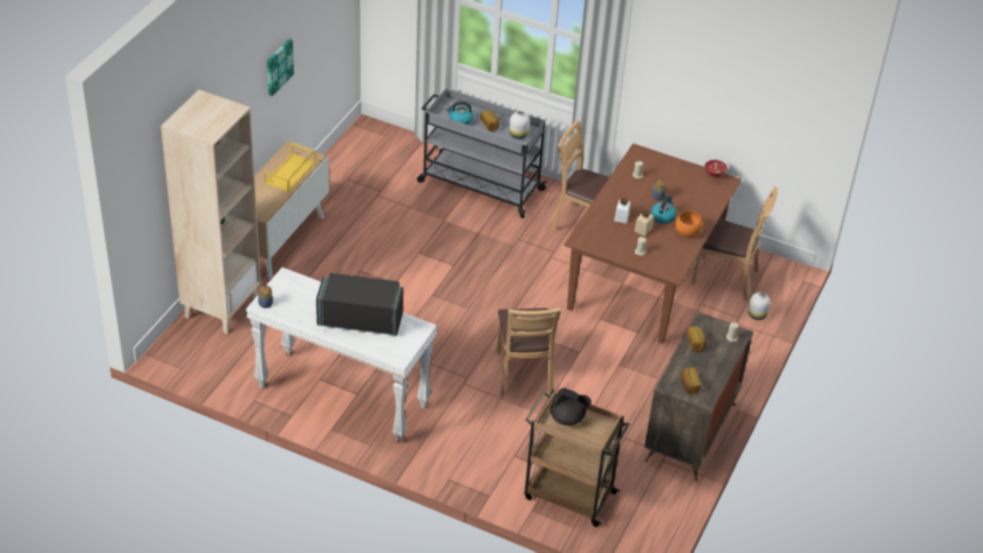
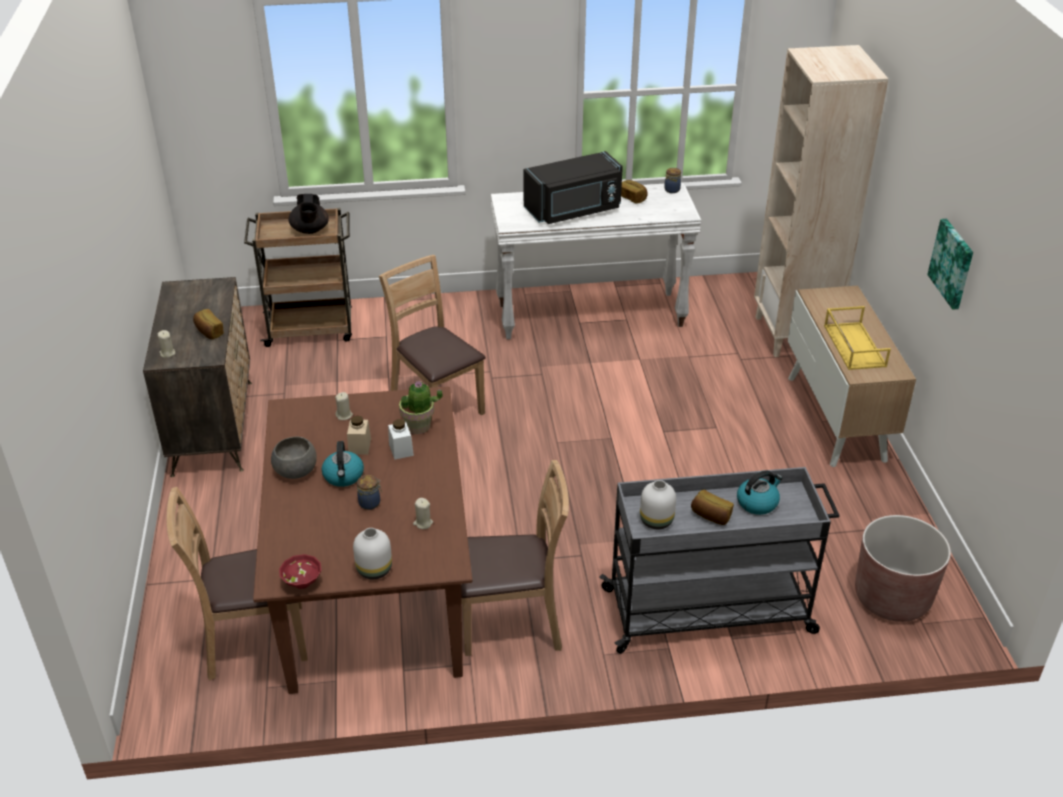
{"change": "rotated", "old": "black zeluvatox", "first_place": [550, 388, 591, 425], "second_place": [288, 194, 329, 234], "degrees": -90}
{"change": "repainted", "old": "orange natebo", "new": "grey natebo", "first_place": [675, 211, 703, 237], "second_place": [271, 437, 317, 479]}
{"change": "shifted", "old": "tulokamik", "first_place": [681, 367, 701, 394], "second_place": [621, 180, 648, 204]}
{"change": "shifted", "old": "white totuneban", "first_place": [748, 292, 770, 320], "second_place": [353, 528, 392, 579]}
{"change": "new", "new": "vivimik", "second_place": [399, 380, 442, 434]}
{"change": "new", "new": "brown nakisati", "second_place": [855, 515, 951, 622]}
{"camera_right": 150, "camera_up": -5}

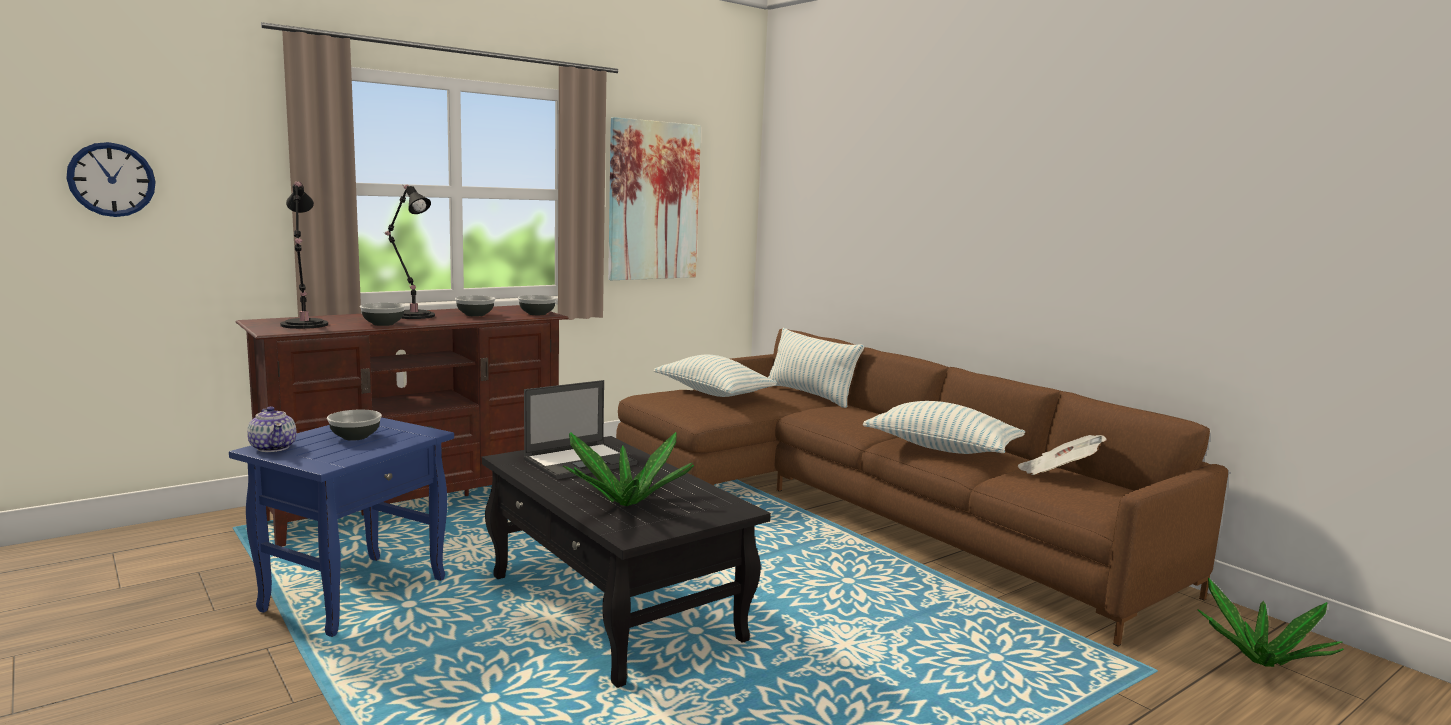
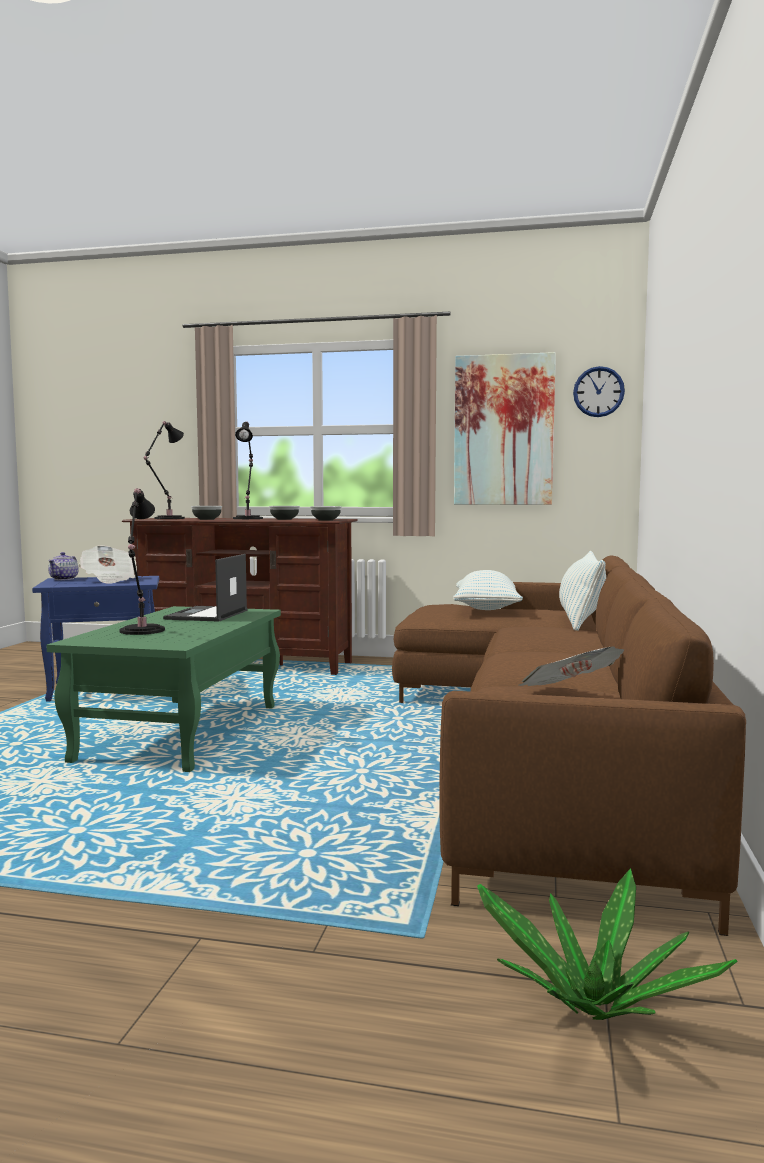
{"change": "shifted", "old": "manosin", "first_place": [66, 142, 156, 217], "second_place": [573, 366, 625, 417]}
{"change": "swapped", "old": "natebo", "new": "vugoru", "first_place": [327, 410, 382, 441], "second_place": [79, 545, 137, 583]}
{"change": "repainted", "old": "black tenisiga", "new": "green tenisiga", "first_place": [482, 436, 771, 688], "second_place": [46, 606, 281, 772]}
{"change": "rotated", "old": "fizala", "first_place": [524, 380, 637, 479], "second_place": [163, 554, 247, 622], "degrees": 90}
{"change": "swapped", "old": "vivimik", "new": "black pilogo", "first_place": [563, 432, 694, 506], "second_place": [119, 488, 165, 635]}
{"change": "gone", "old": "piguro", "first_place": [863, 401, 1025, 454]}
{"camera_right": 50, "camera_up": -5}

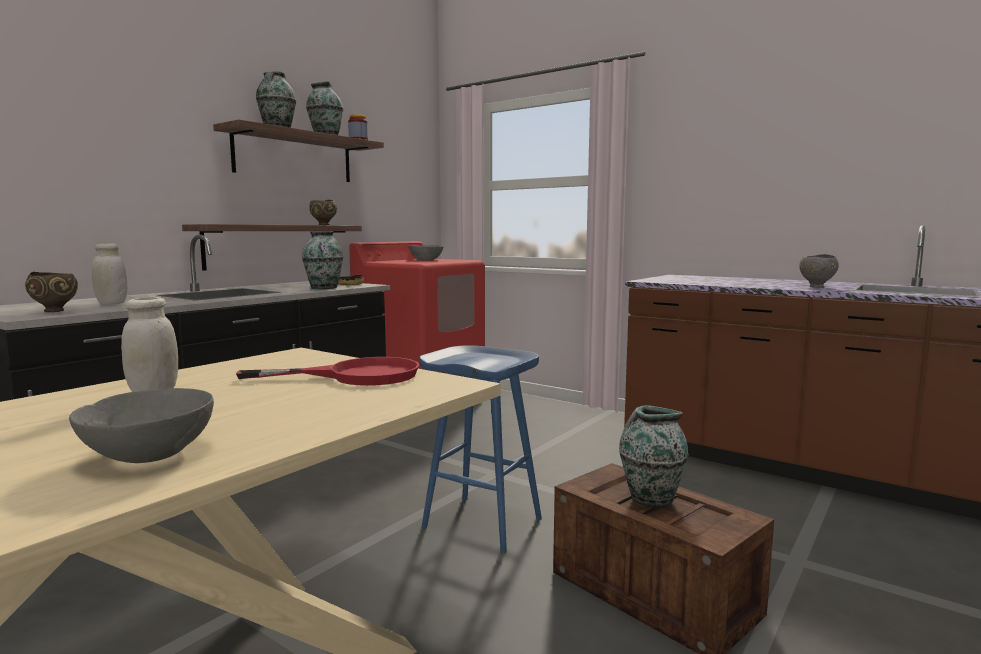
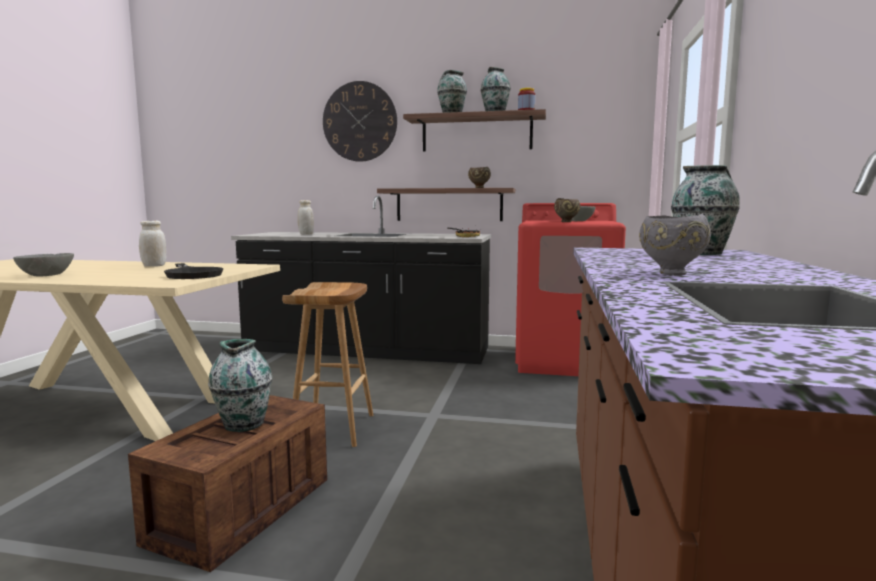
{"change": "shifted", "old": "brown natebo", "first_place": [25, 272, 78, 312], "second_place": [554, 198, 580, 222]}
{"change": "repainted", "old": "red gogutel", "new": "black gogutel", "first_place": [236, 357, 420, 385], "second_place": [164, 263, 223, 279]}
{"change": "shifted", "old": "totuneban", "first_place": [302, 231, 343, 289], "second_place": [671, 165, 740, 255]}
{"change": "repainted", "old": "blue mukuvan", "new": "brown mukuvan", "first_place": [419, 345, 542, 553], "second_place": [282, 282, 373, 447]}
{"change": "new", "new": "manosin", "second_place": [323, 81, 397, 162]}
{"camera_right": 65, "camera_up": 0}

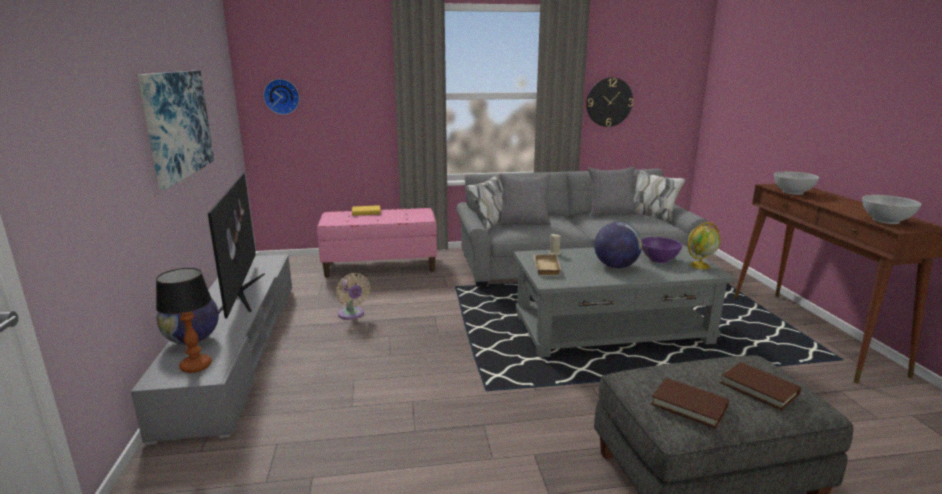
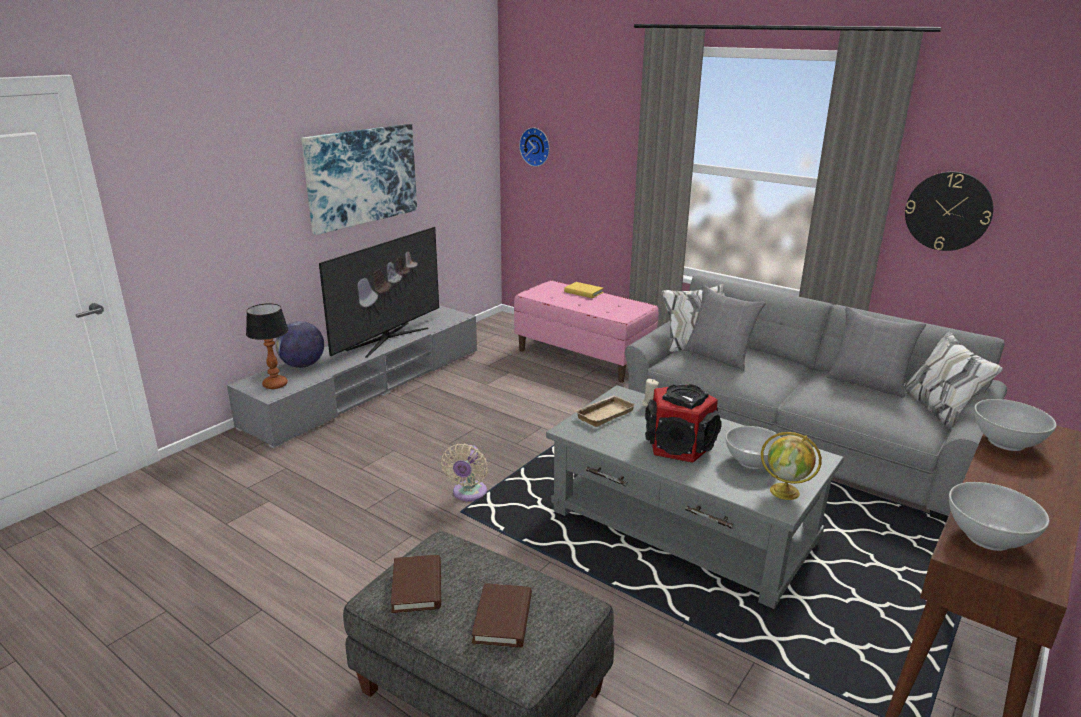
{"change": "shifted", "old": "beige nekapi", "first_place": [336, 273, 370, 320], "second_place": [441, 444, 488, 501]}
{"change": "swapped", "old": "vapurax", "new": "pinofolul", "first_place": [594, 222, 642, 268], "second_place": [645, 384, 722, 463]}
{"change": "repainted", "old": "purple natebo", "new": "white natebo", "first_place": [642, 237, 682, 263], "second_place": [725, 426, 781, 469]}
{"camera_right": 45, "camera_up": 5}

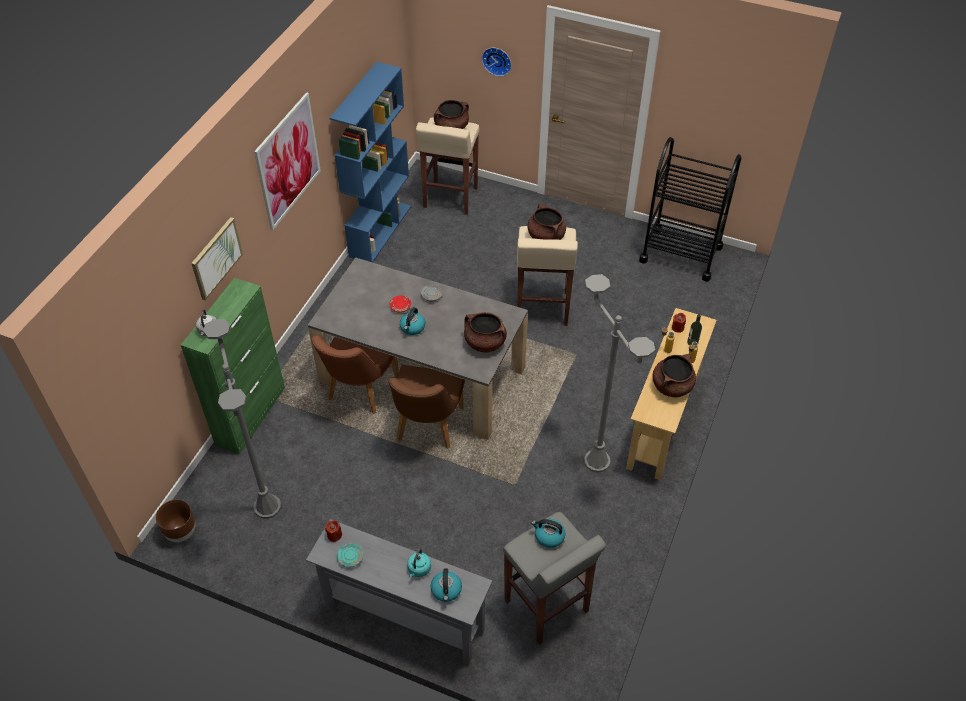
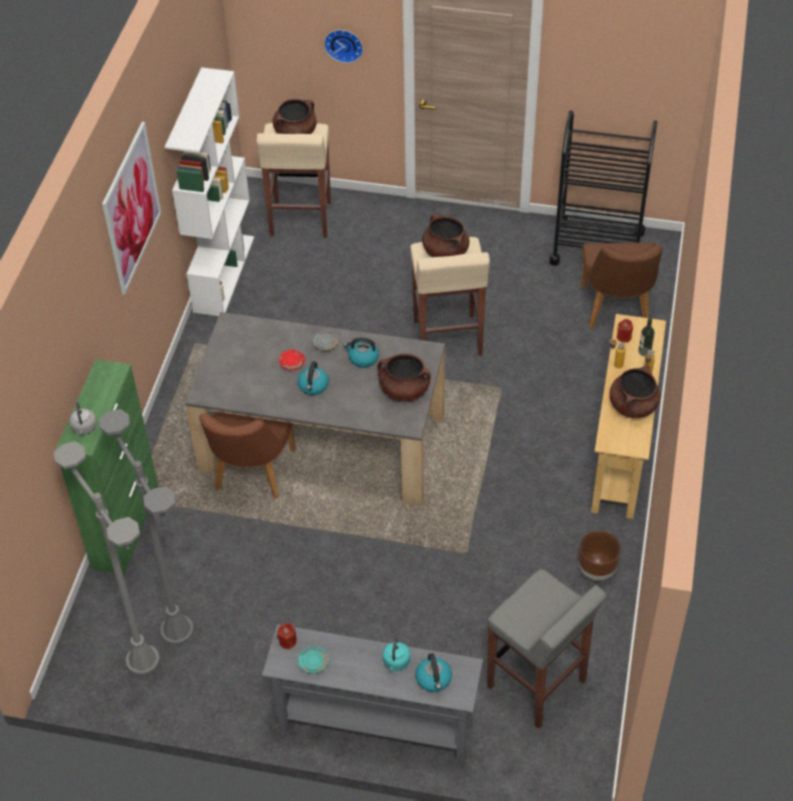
{"change": "shifted", "old": "brown nakisati", "first_place": [156, 500, 196, 542], "second_place": [578, 531, 621, 581]}
{"change": "gone", "old": "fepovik", "first_place": [191, 217, 243, 300]}
{"change": "repainted", "old": "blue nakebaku", "new": "white nakebaku", "first_place": [330, 62, 411, 263], "second_place": [165, 67, 254, 316]}
{"change": "shifted", "old": "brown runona", "first_place": [388, 365, 465, 449], "second_place": [581, 243, 663, 329]}
{"change": "shifted", "old": "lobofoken", "first_place": [531, 519, 566, 548], "second_place": [343, 337, 379, 368]}
{"change": "shifted", "old": "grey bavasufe", "first_place": [584, 274, 655, 472], "second_place": [54, 441, 160, 675]}
{"camera_right": -10, "camera_up": 0}

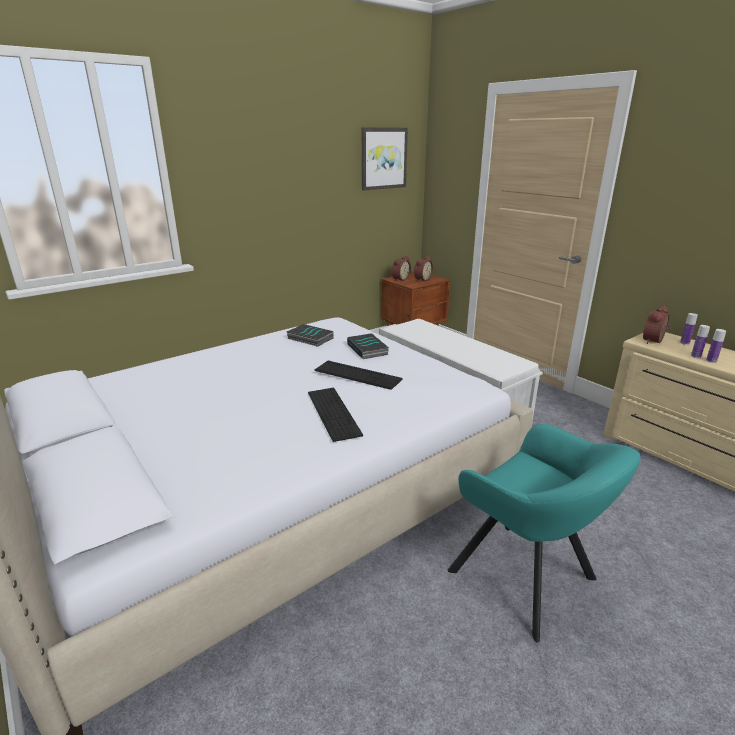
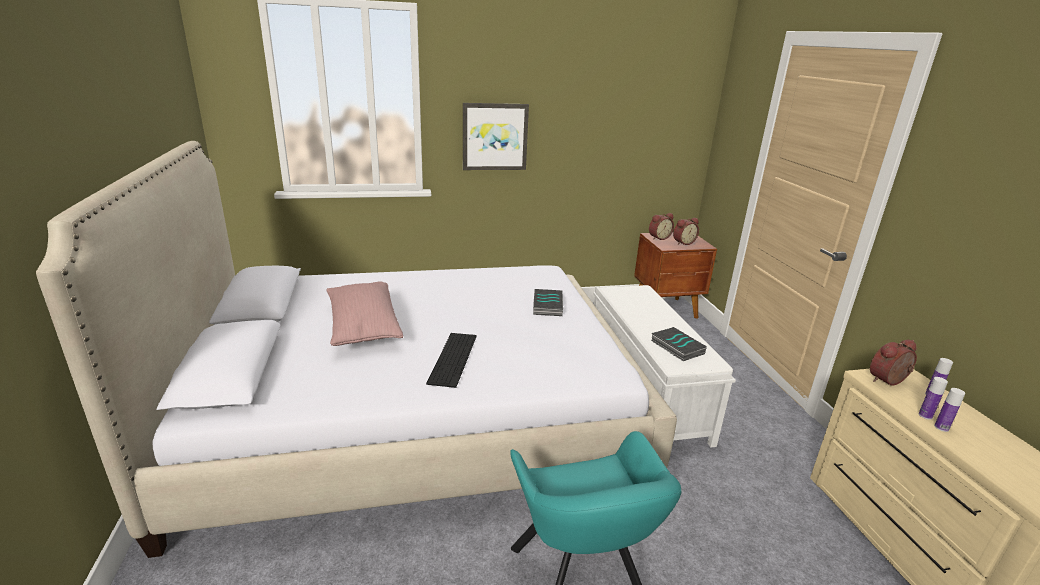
{"change": "shifted", "old": "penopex", "first_place": [286, 324, 334, 347], "second_place": [651, 327, 707, 361]}
{"change": "gone", "old": "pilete", "first_place": [315, 361, 403, 390]}
{"change": "shifted", "old": "fepovik", "first_place": [362, 127, 408, 191], "second_place": [463, 103, 529, 170]}
{"change": "new", "new": "pink piguro", "second_place": [327, 281, 403, 346]}
{"camera_right": 25, "camera_up": 0}

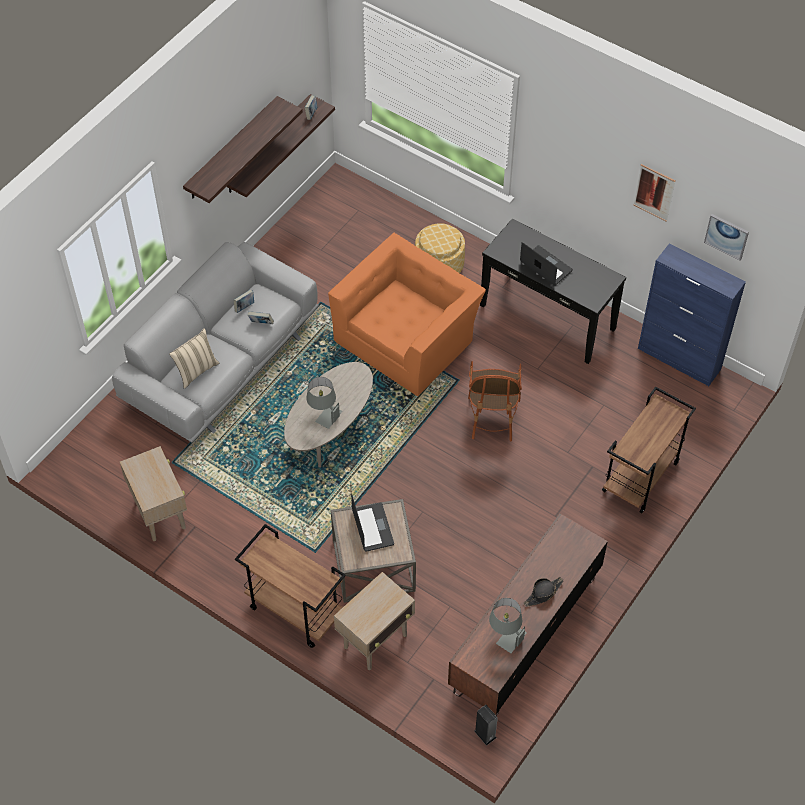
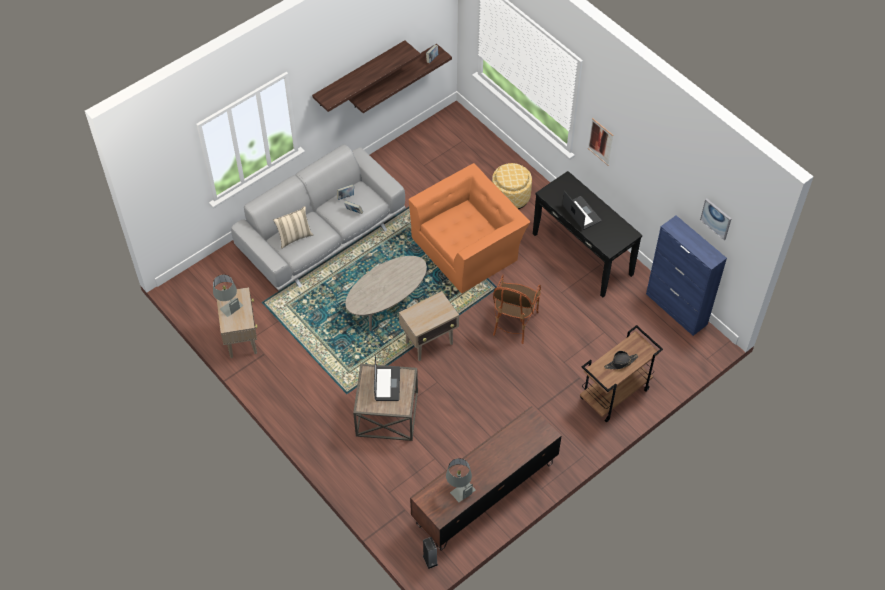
{"change": "gone", "old": "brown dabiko", "first_place": [235, 524, 346, 648]}
{"change": "shifted", "old": "grey pilogo", "first_place": [306, 377, 342, 429], "second_place": [213, 275, 244, 317]}
{"change": "shifted", "old": "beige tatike", "first_place": [334, 572, 415, 670], "second_place": [399, 291, 459, 361]}
{"change": "shifted", "old": "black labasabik", "first_place": [524, 577, 564, 606], "second_place": [604, 351, 638, 369]}
{"change": "shifted", "old": "fepovik", "first_place": [633, 164, 676, 222], "second_place": [588, 118, 614, 166]}
{"camera_right": 15, "camera_up": 0}

